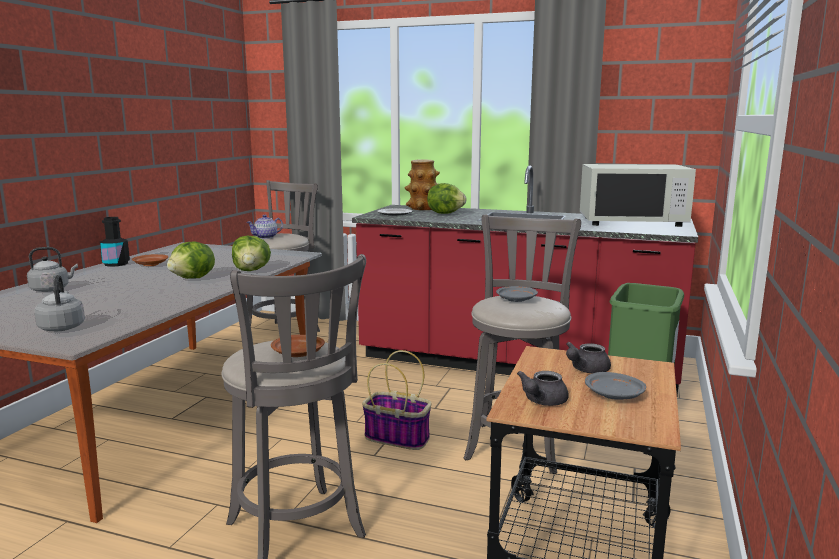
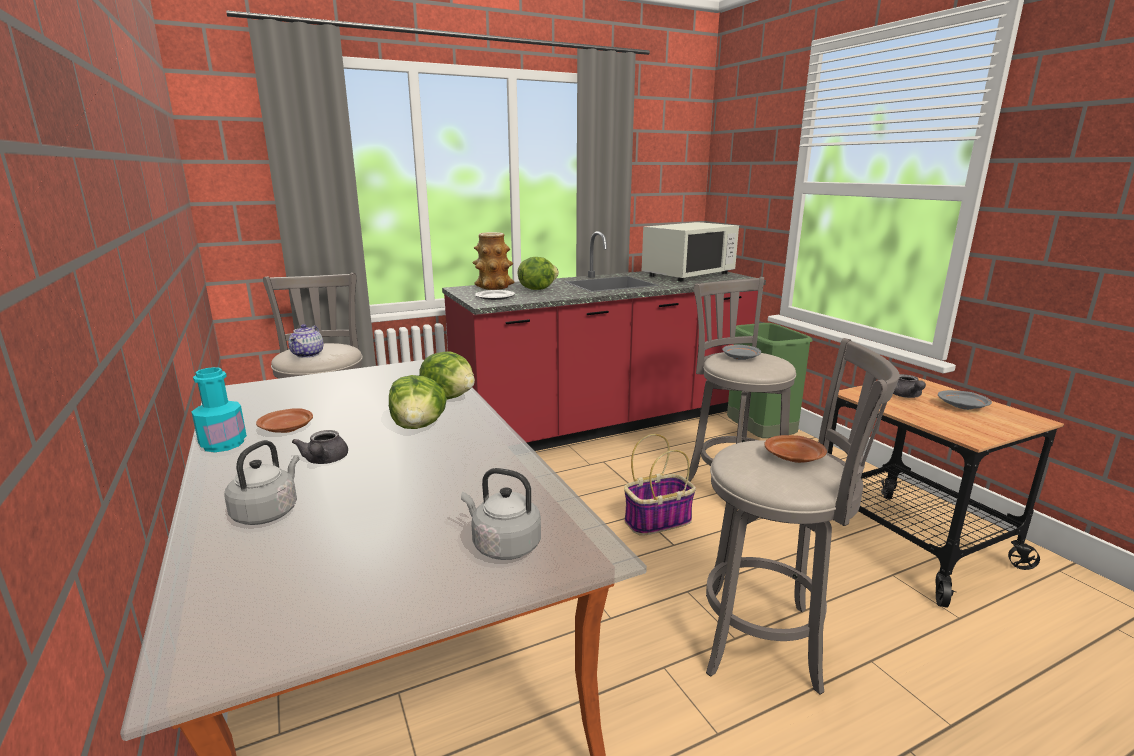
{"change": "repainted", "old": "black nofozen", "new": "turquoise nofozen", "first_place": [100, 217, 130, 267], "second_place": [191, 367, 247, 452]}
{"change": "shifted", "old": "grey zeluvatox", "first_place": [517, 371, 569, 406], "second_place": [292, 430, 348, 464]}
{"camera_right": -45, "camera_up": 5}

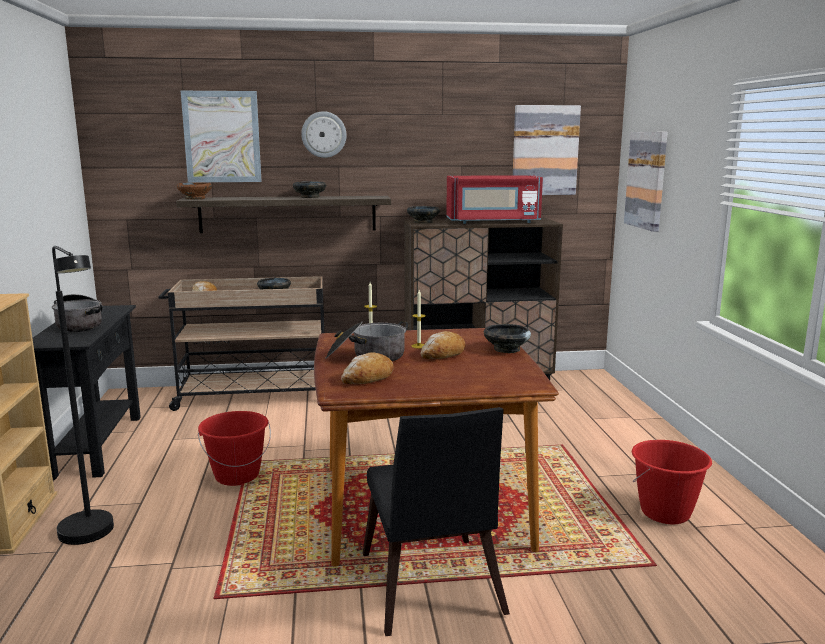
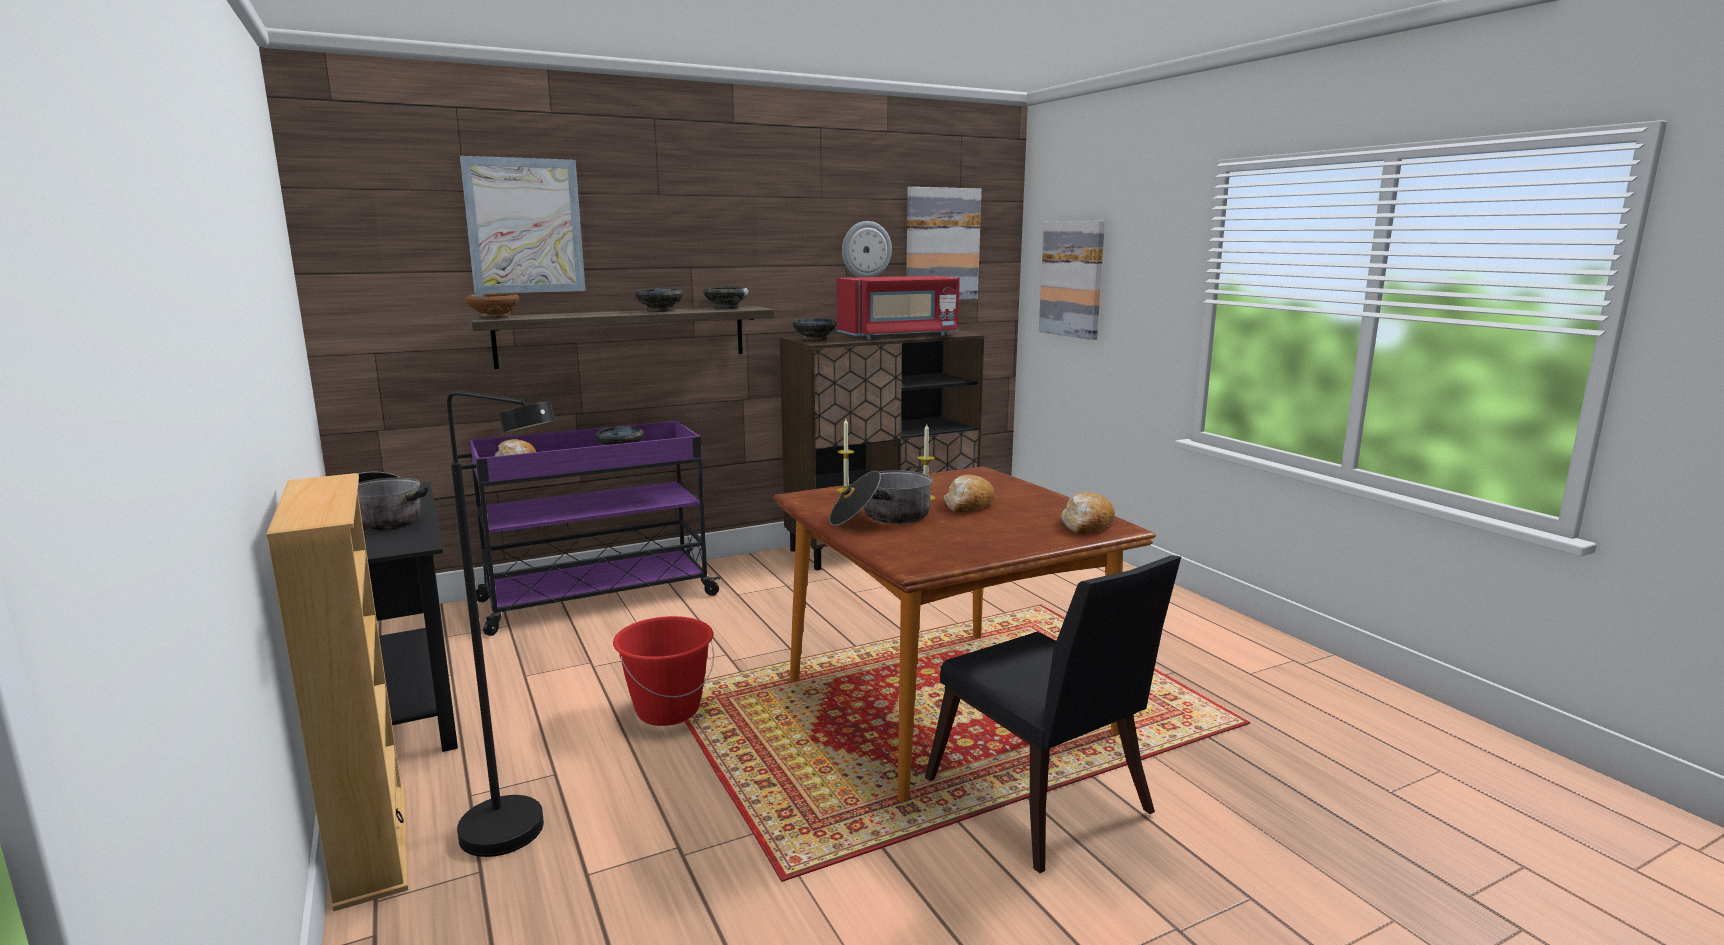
{"change": "repainted", "old": "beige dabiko", "new": "purple dabiko", "first_place": [159, 276, 324, 411], "second_place": [457, 421, 721, 636]}
{"change": "shifted", "old": "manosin", "first_place": [301, 111, 347, 158], "second_place": [842, 221, 892, 277]}
{"change": "shifted", "old": "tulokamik", "first_place": [341, 352, 394, 385], "second_place": [1061, 492, 1115, 533]}
{"change": "shifted", "old": "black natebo", "first_place": [484, 324, 531, 353], "second_place": [703, 287, 749, 309]}
{"change": "gone", "old": "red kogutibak", "first_place": [632, 440, 712, 524]}
{"camera_right": -20, "camera_up": 0}

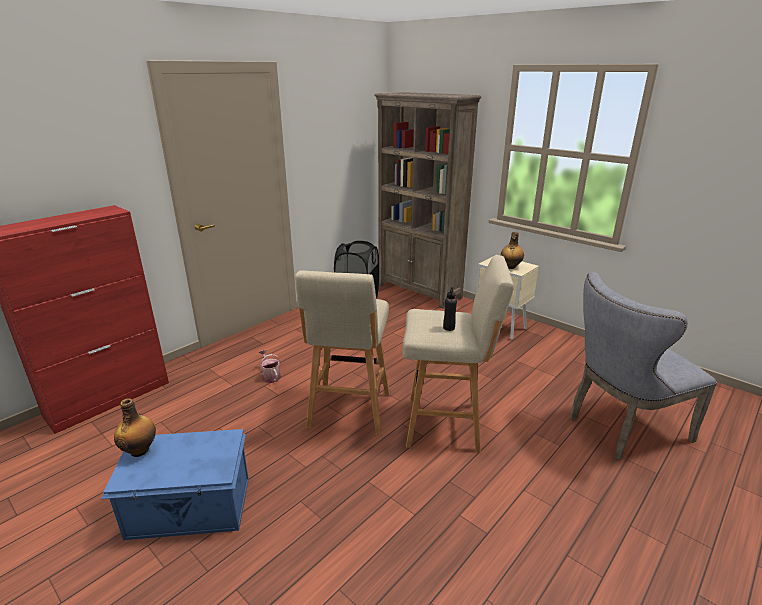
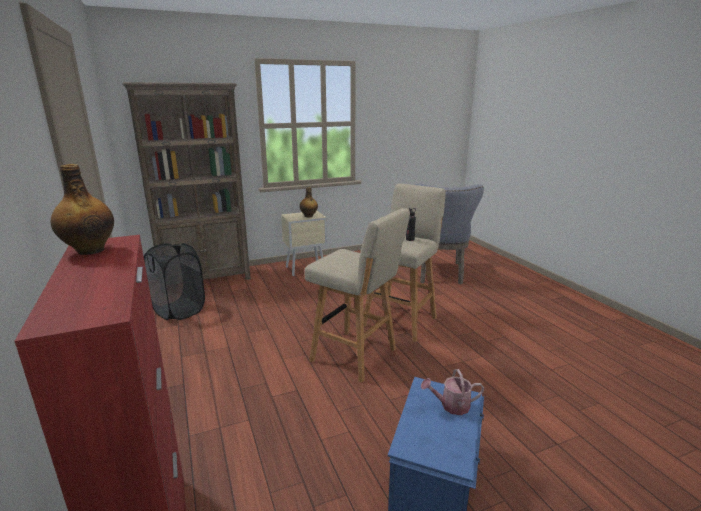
{"change": "shifted", "old": "nofozen", "first_place": [114, 398, 156, 457], "second_place": [50, 164, 114, 255]}
{"change": "shifted", "old": "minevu", "first_place": [259, 350, 281, 383], "second_place": [421, 369, 484, 415]}
{"camera_right": -65, "camera_up": -5}

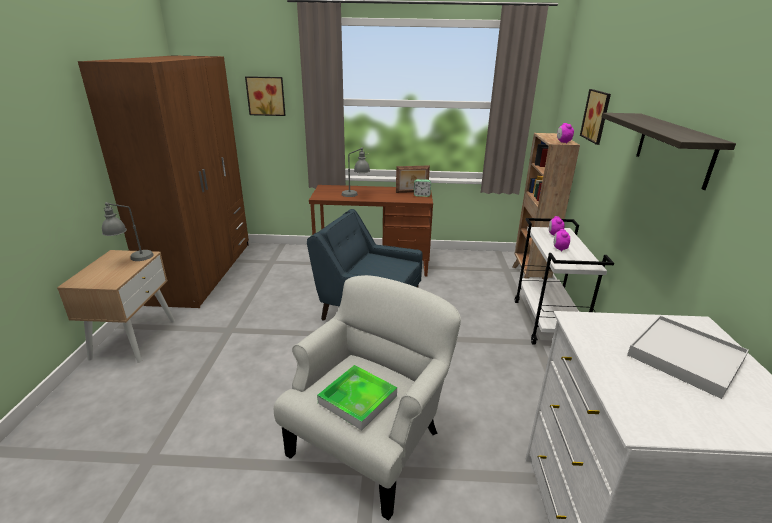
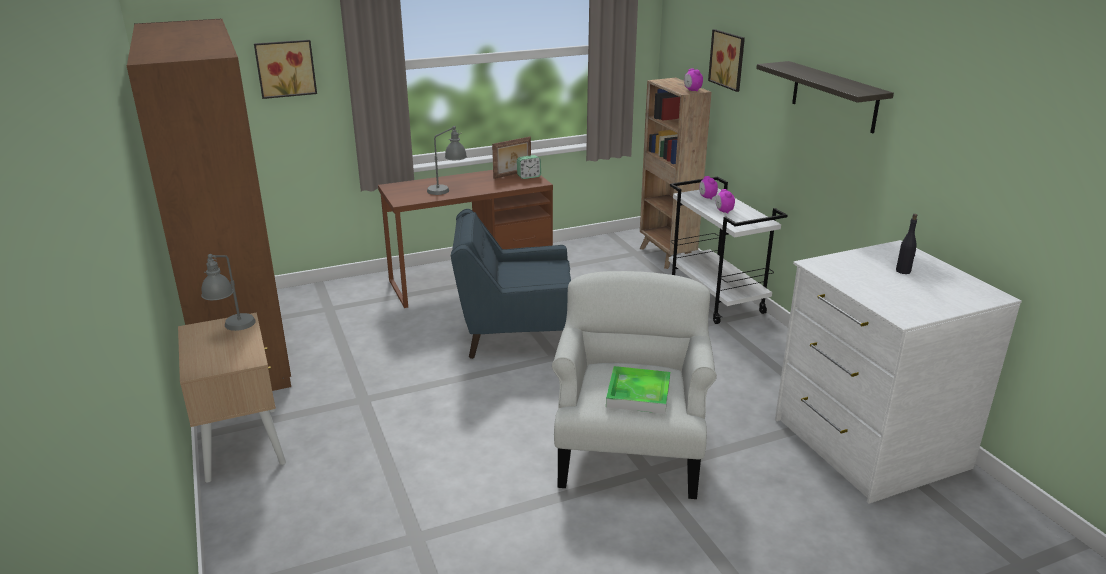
{"change": "swapped", "old": "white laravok", "new": "black nofozen", "first_place": [627, 315, 749, 399], "second_place": [896, 214, 917, 274]}
{"camera_right": -25, "camera_up": 0}

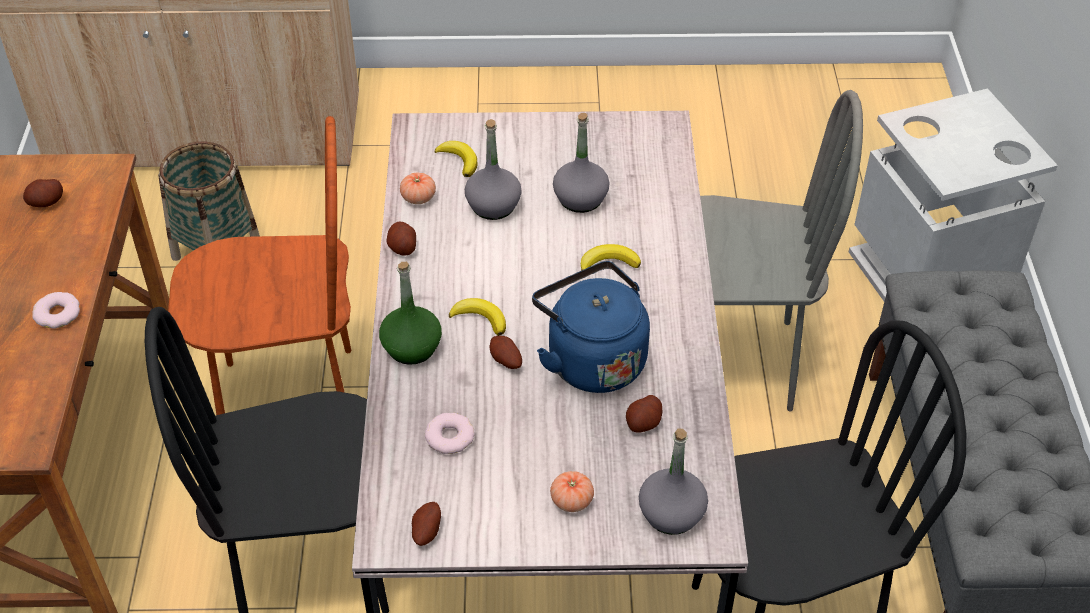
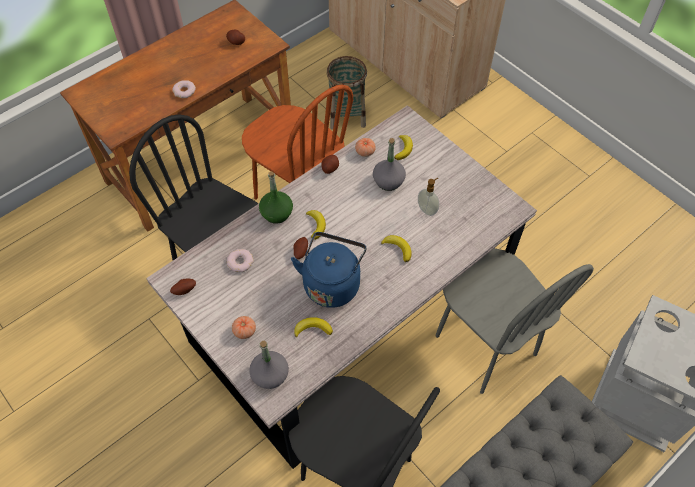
{"change": "swapped", "old": "grey nofozen", "new": "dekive", "first_place": [553, 113, 610, 213], "second_place": [418, 178, 439, 216]}
{"change": "swapped", "old": "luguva", "new": "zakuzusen", "first_place": [626, 395, 662, 432], "second_place": [295, 317, 333, 338]}
{"camera_right": 50, "camera_up": 10}

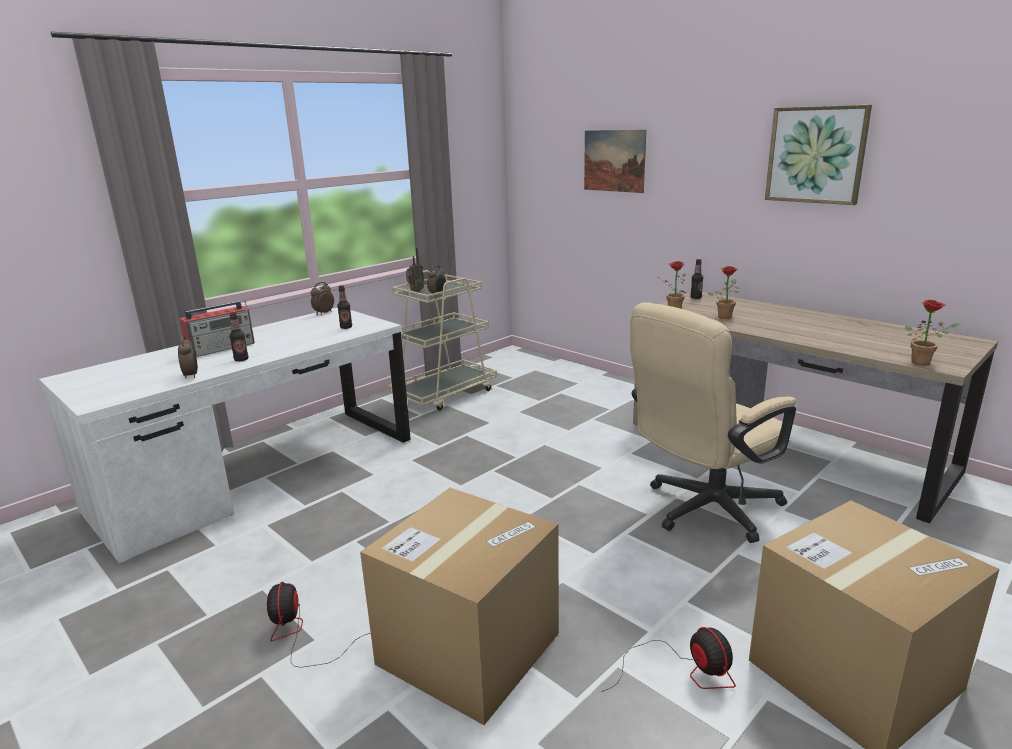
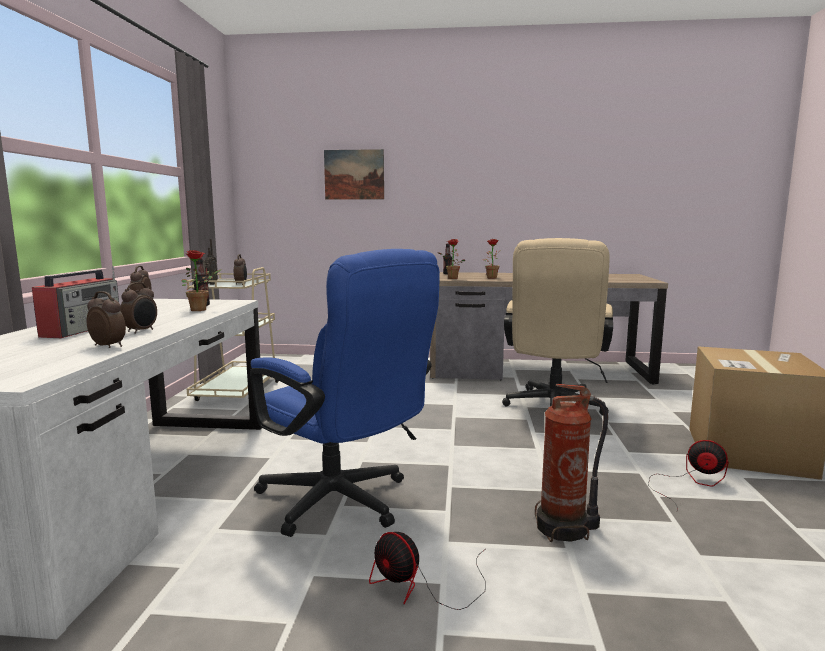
{"change": "swapped", "old": "nofozen", "new": "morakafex", "first_place": [229, 312, 249, 361], "second_place": [120, 282, 157, 334]}
{"change": "swapped", "old": "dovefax", "new": "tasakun", "first_place": [360, 488, 559, 725], "second_place": [535, 384, 608, 542]}
{"change": "gone", "old": "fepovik", "first_place": [765, 105, 872, 205]}
{"change": "shifted", "old": "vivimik", "first_place": [905, 300, 960, 366], "second_place": [182, 250, 222, 311]}
{"change": "new", "new": "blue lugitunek", "second_place": [250, 249, 440, 537]}
{"camera_right": -40, "camera_up": -10}

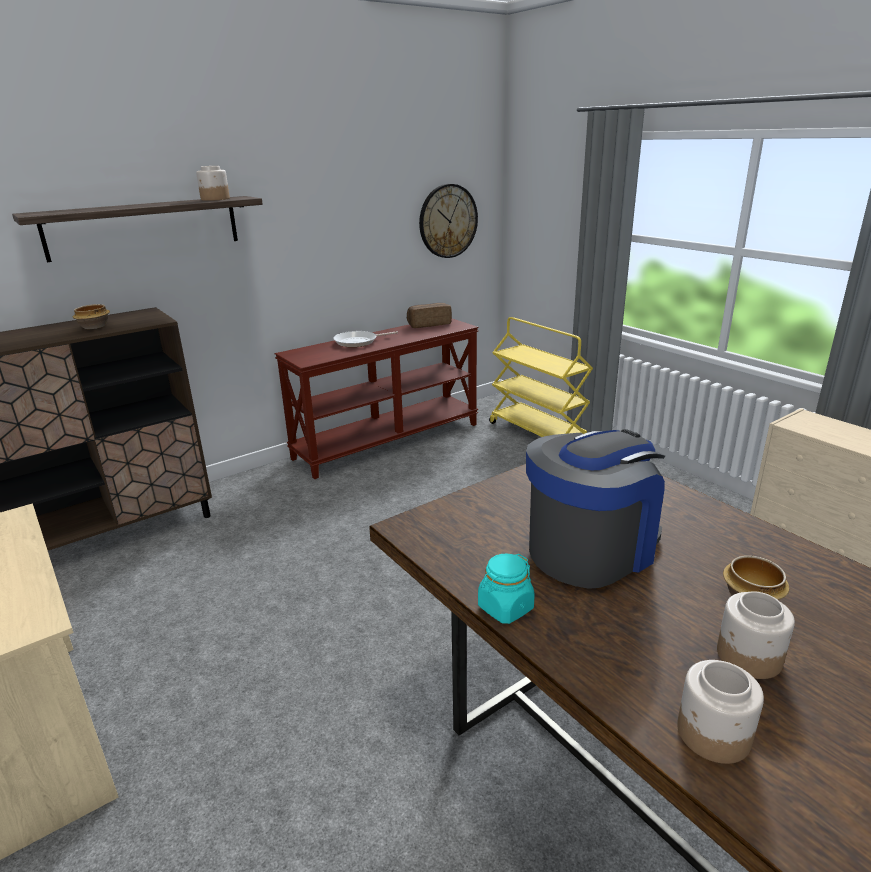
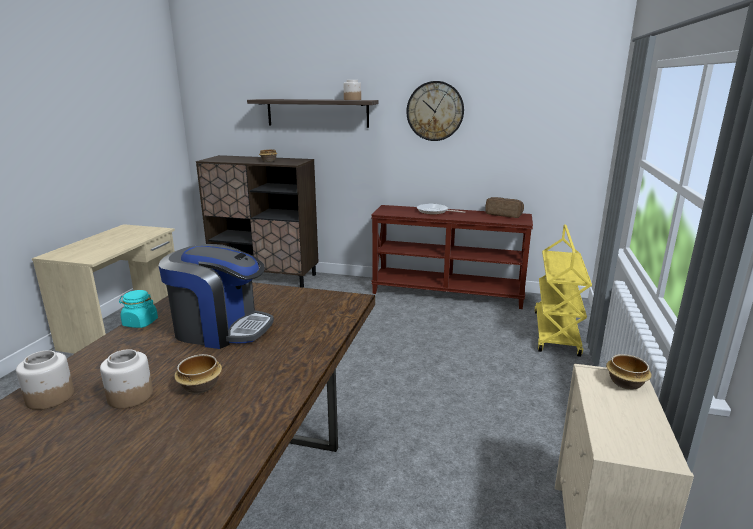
{"change": "shifted", "old": "manosin", "first_place": [419, 184, 478, 258], "second_place": [406, 81, 464, 141]}
{"change": "new", "new": "natebo", "second_place": [606, 354, 652, 390]}
{"camera_right": 50, "camera_up": -5}

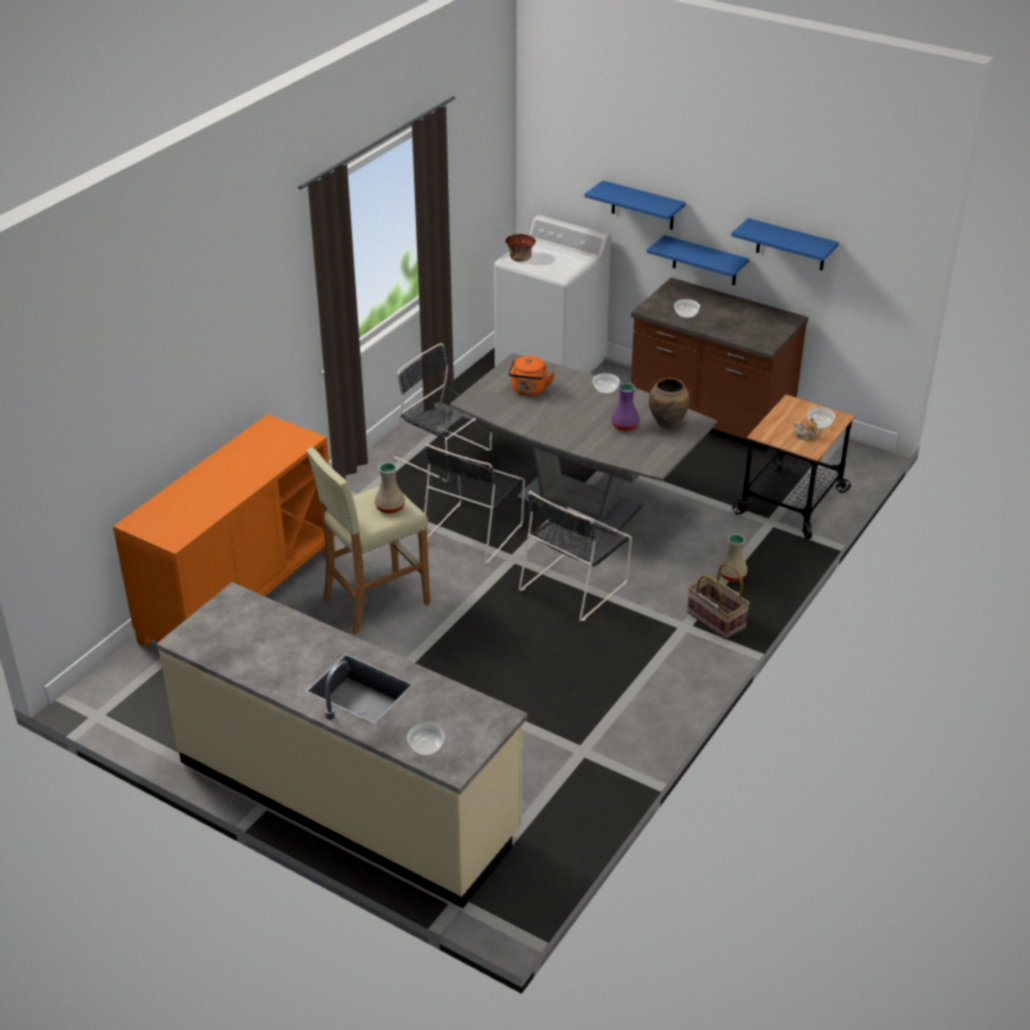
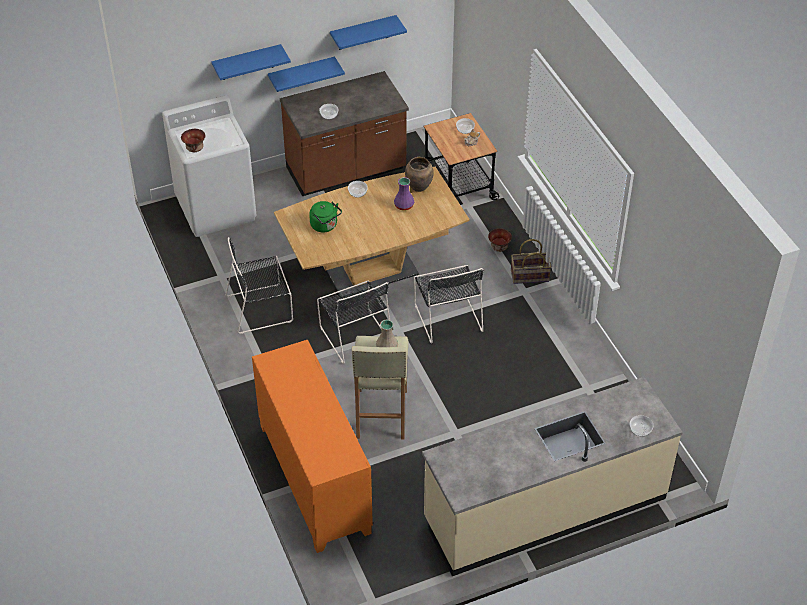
{"change": "repainted", "old": "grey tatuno", "new": "brown tatuno", "first_place": [450, 353, 717, 535], "second_place": [274, 167, 470, 298]}
{"change": "repainted", "old": "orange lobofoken", "new": "green lobofoken", "first_place": [508, 356, 555, 396], "second_place": [309, 201, 342, 232]}
{"change": "swapped", "old": "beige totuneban", "new": "natebo", "first_place": [719, 534, 748, 582], "second_place": [488, 228, 512, 252]}
{"camera_right": -55, "camera_up": 10}

